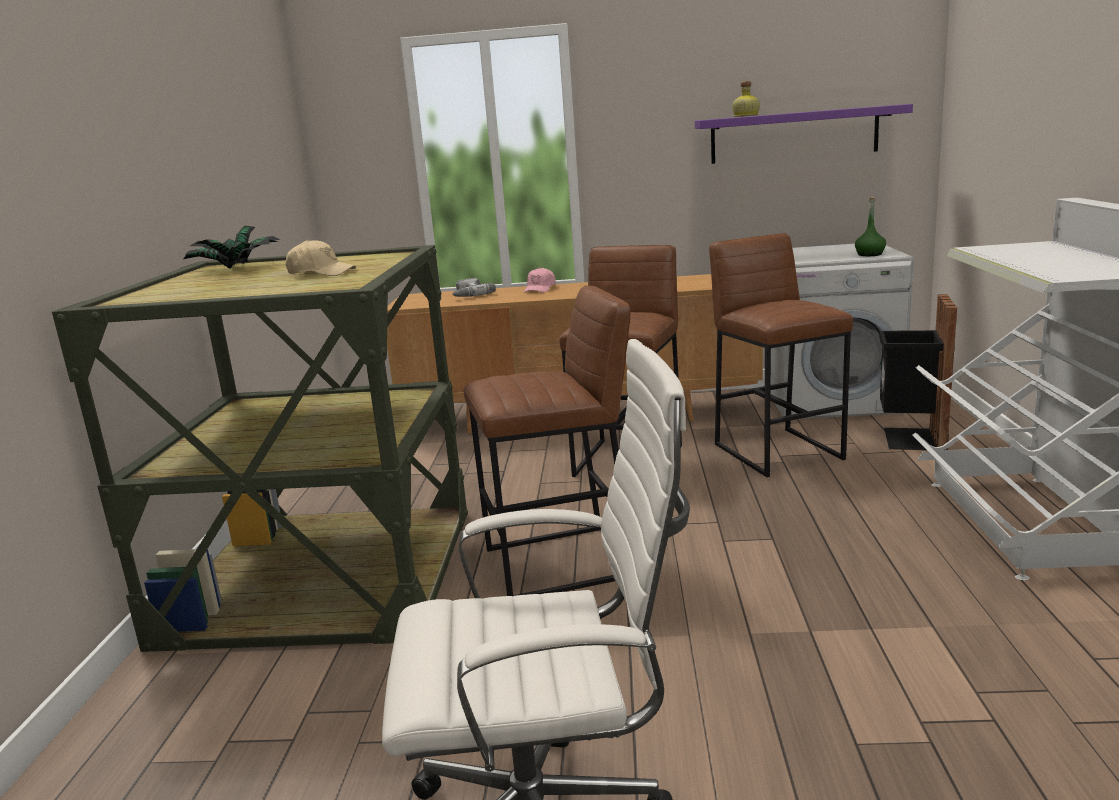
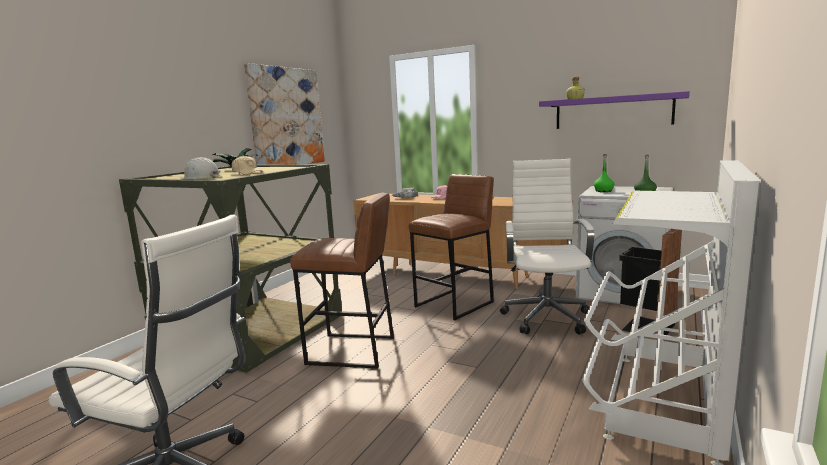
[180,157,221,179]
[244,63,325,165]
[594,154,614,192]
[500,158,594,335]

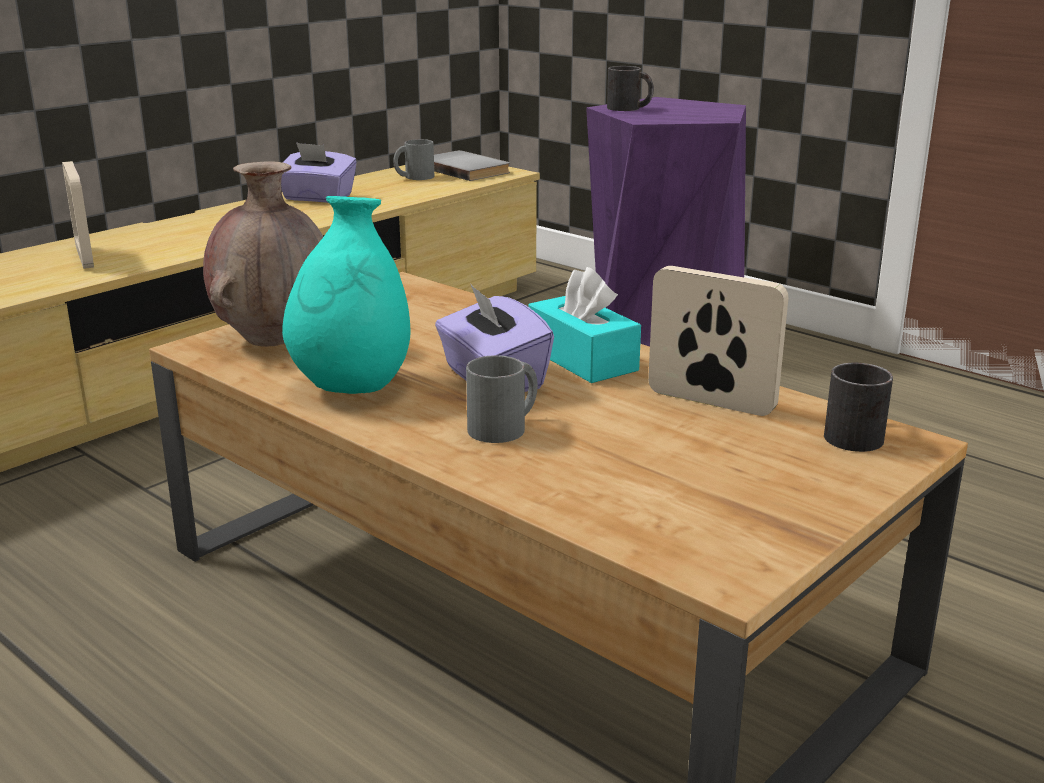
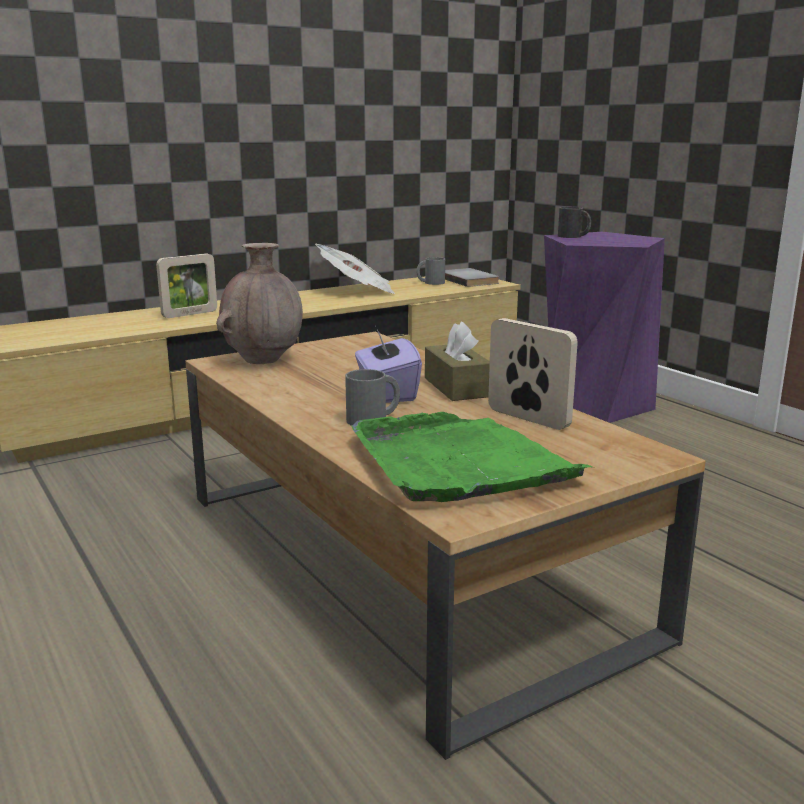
[282,196,410,394] (first image)
[824,363,893,452] (first image)
[351,412,593,502]
[315,244,395,294]
[425,321,490,401]
[156,253,217,318]

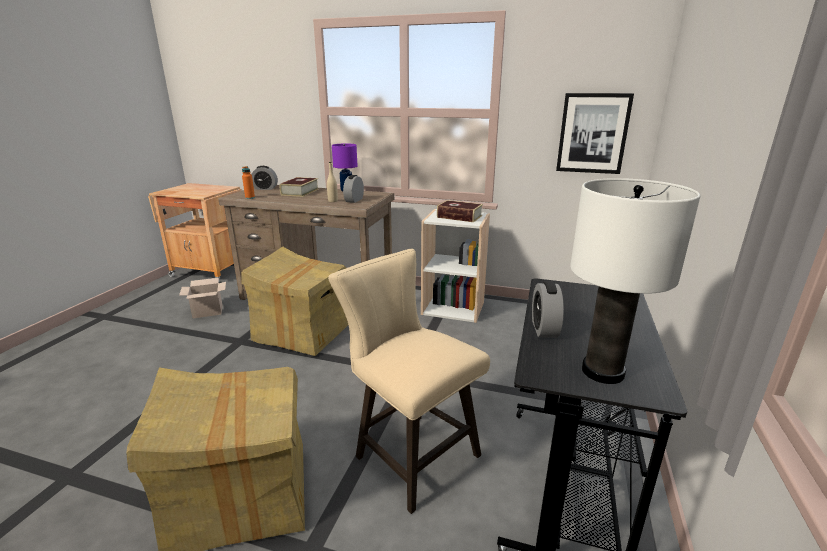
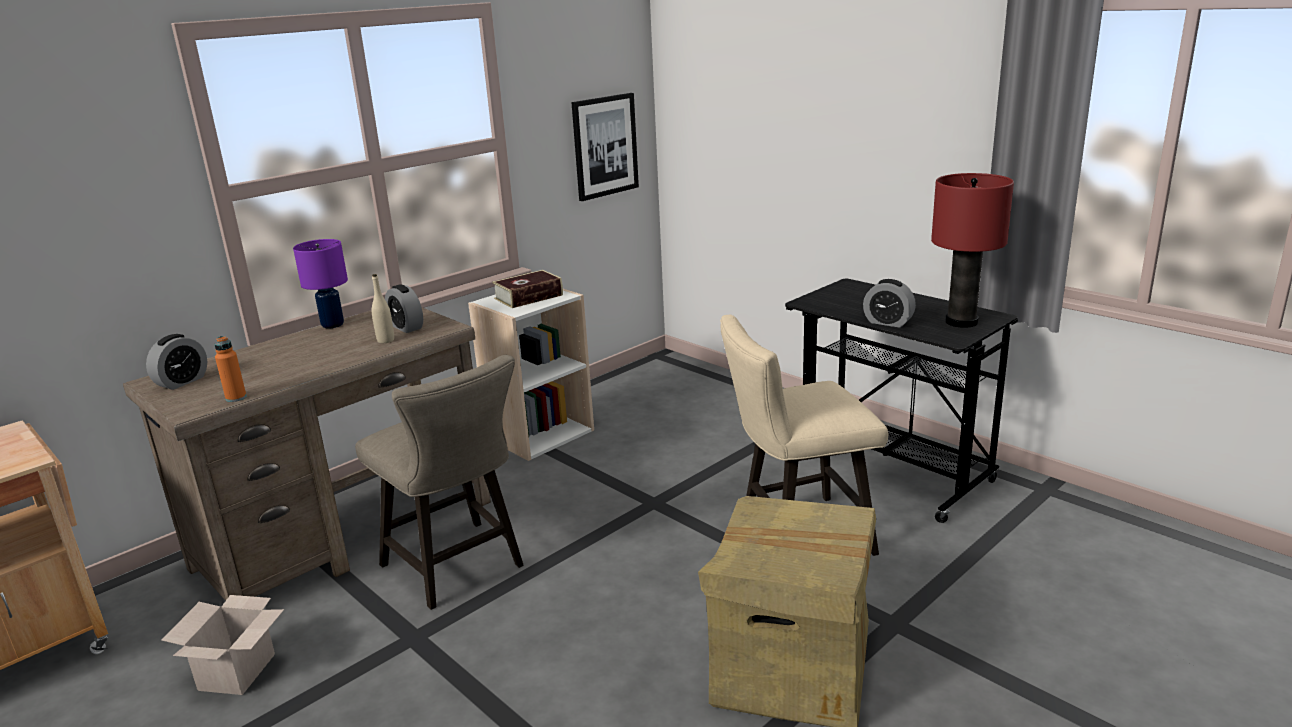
[280,177,319,197] (first image)
[355,355,524,610]
[931,173,1014,328]

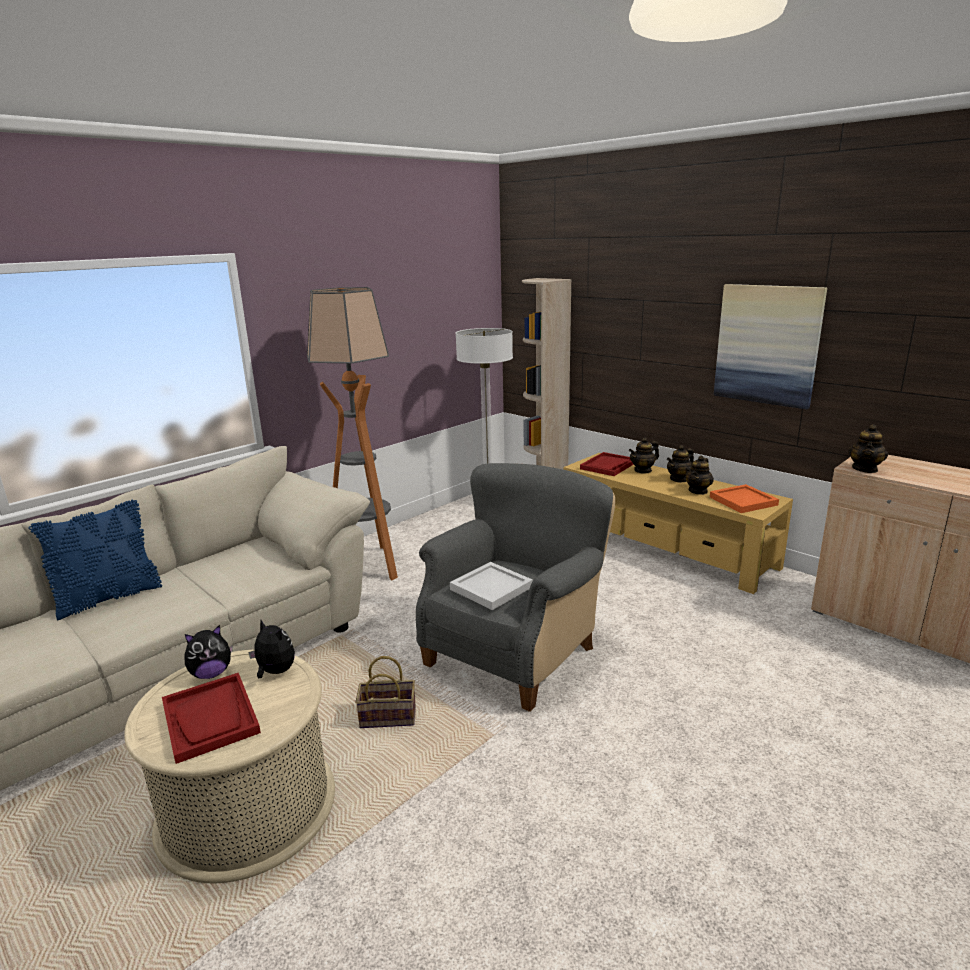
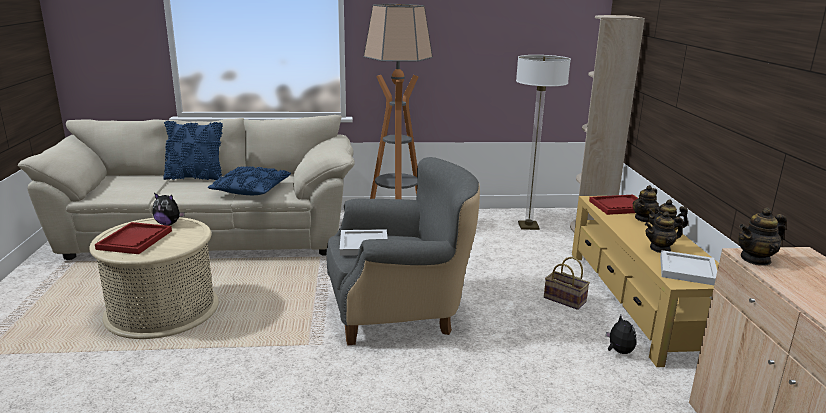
[714,284,827,409] (first image)
[207,166,291,195]
[606,315,636,354]
[544,257,590,310]
[660,250,717,285]
[633,185,659,223]

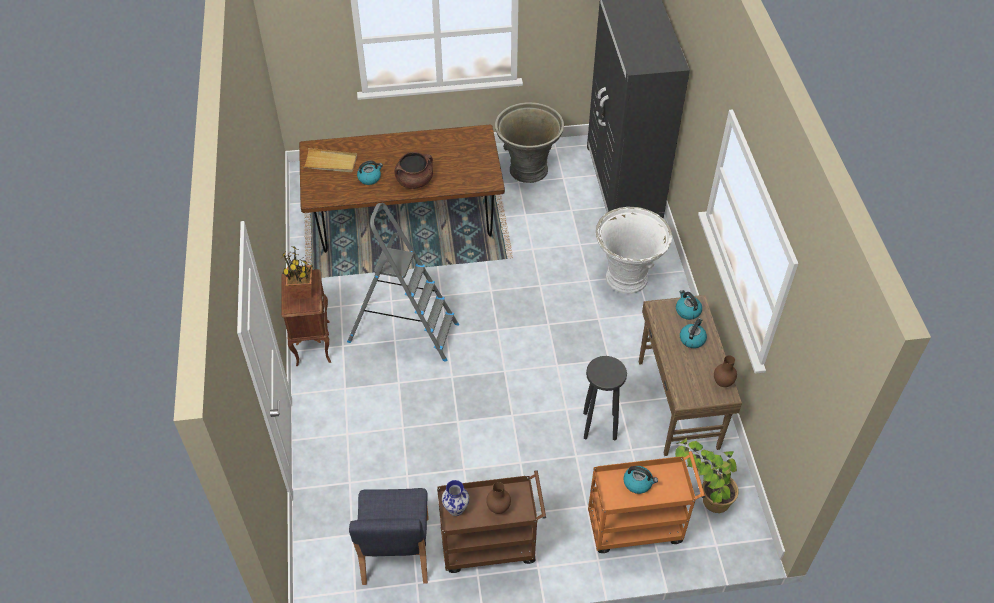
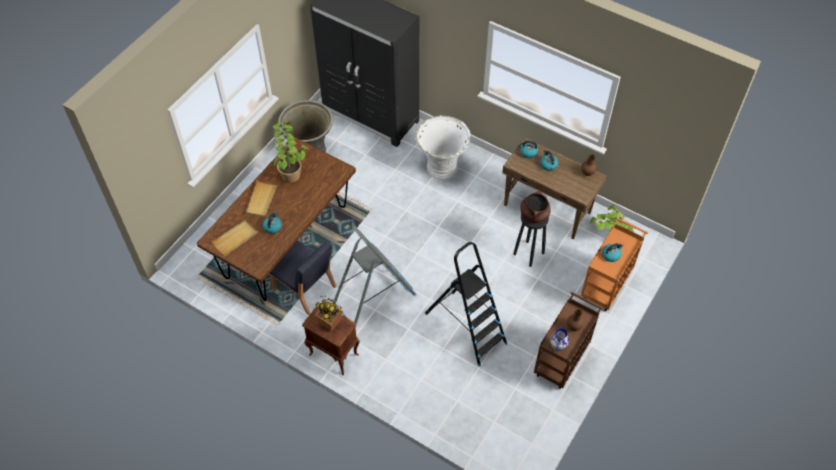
[246,181,278,217]
[272,122,309,183]
[425,242,507,367]
[269,241,336,315]
[520,190,551,223]

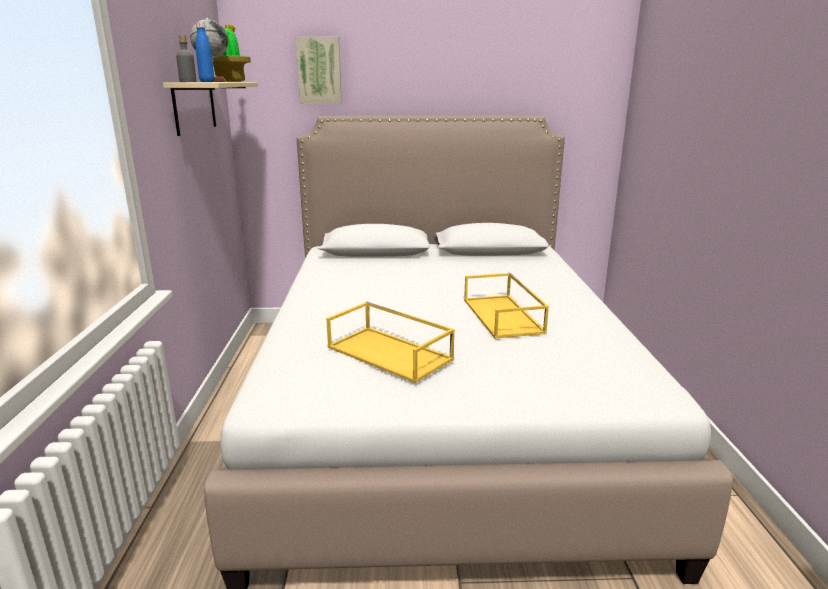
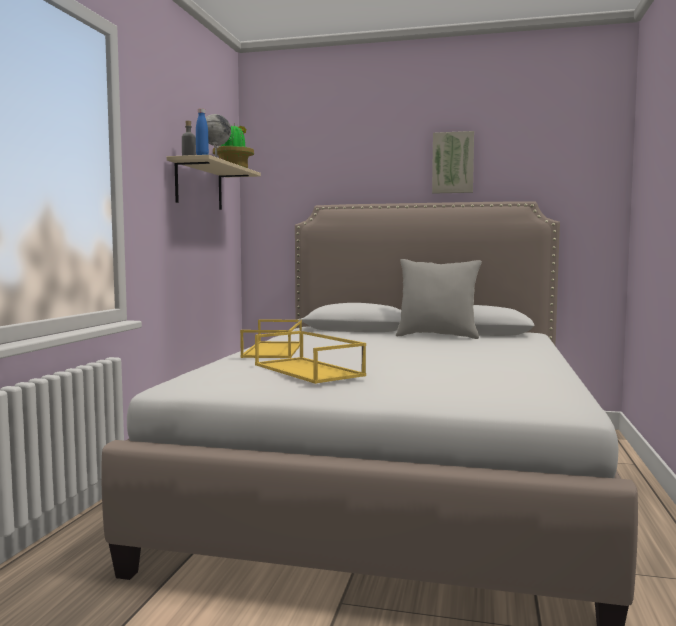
[396,259,482,339]
[432,131,474,194]
[240,319,302,358]

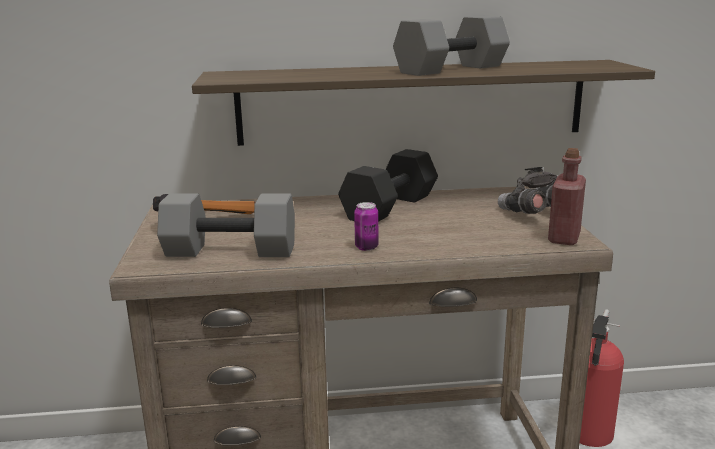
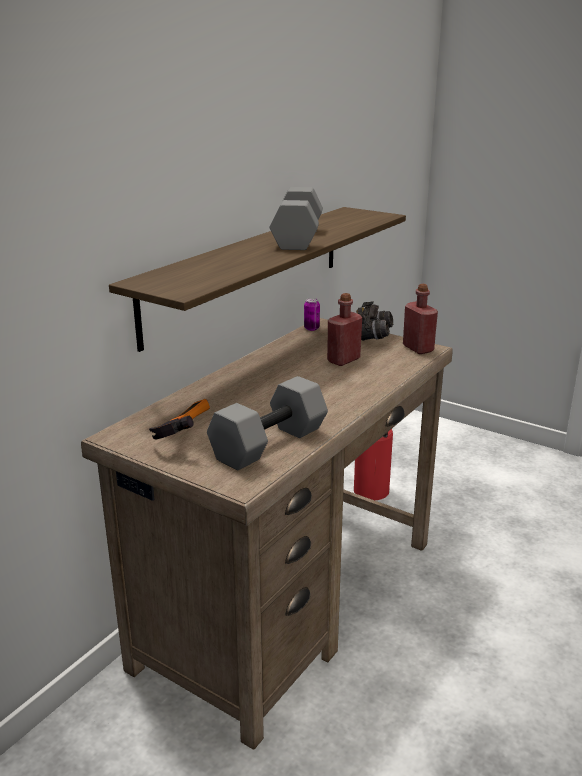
[338,149,438,222] (first image)
[327,293,362,366]
[304,298,320,331]

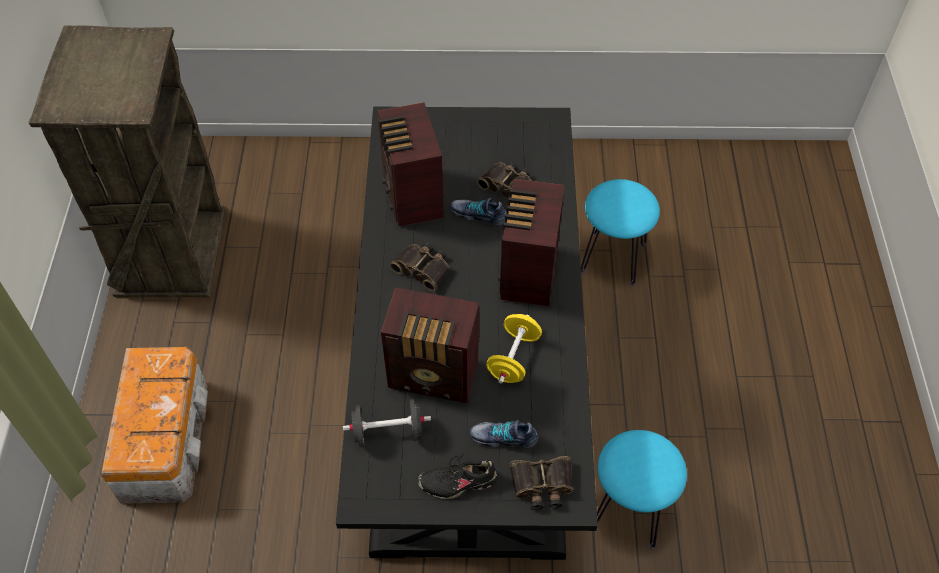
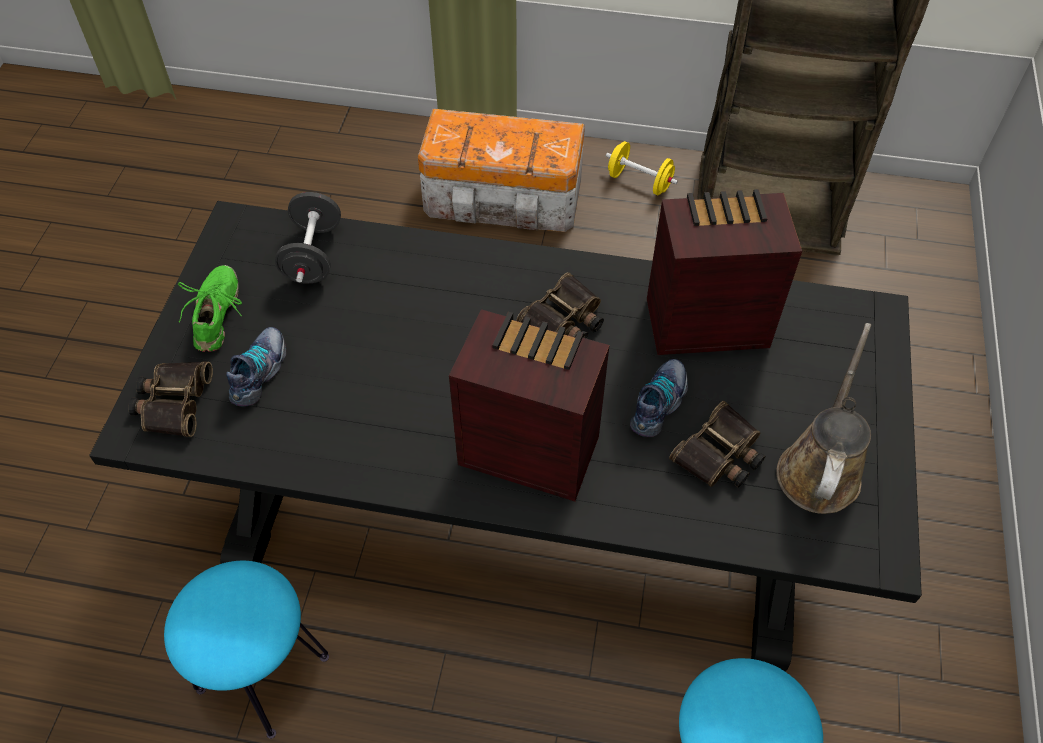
[381,287,479,403] (first image)
[776,323,872,514]
[606,141,678,195]
[178,265,242,352]

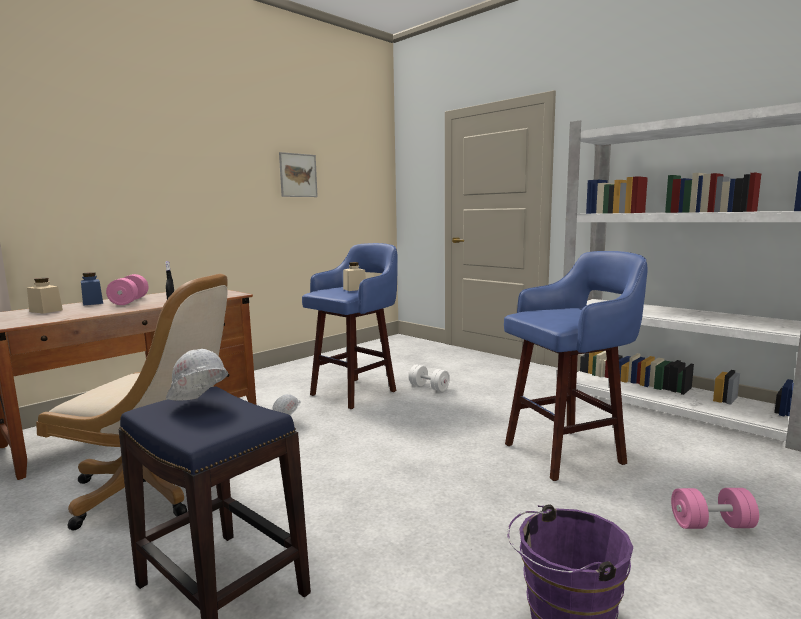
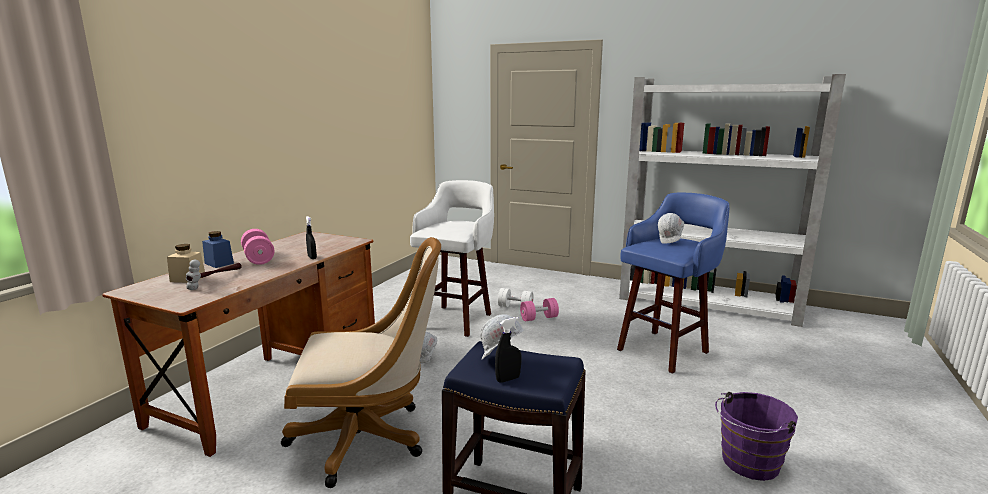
[279,152,318,197] (first image)
[343,262,366,291] (first image)
[186,260,242,290]
[495,317,521,383]
[658,213,684,243]
[520,298,559,321]
[410,180,494,337]

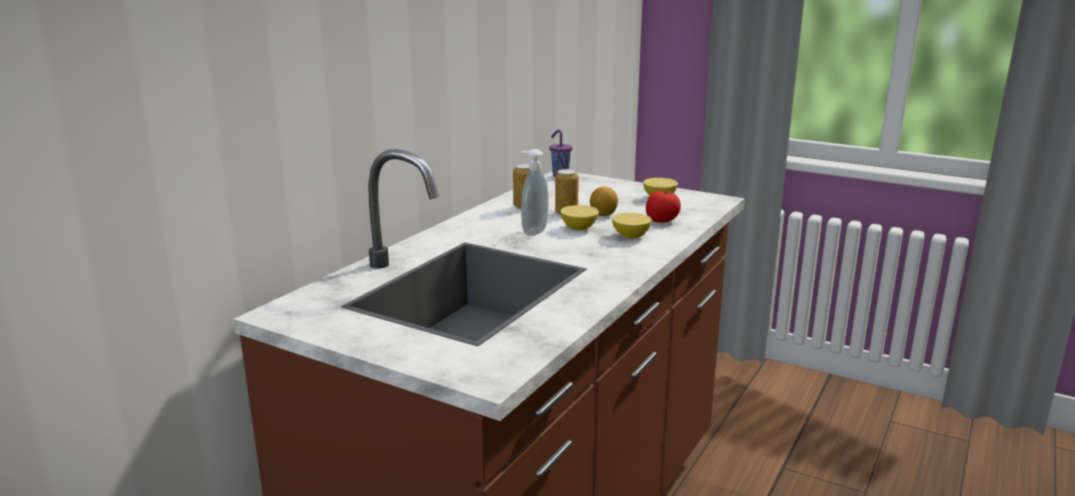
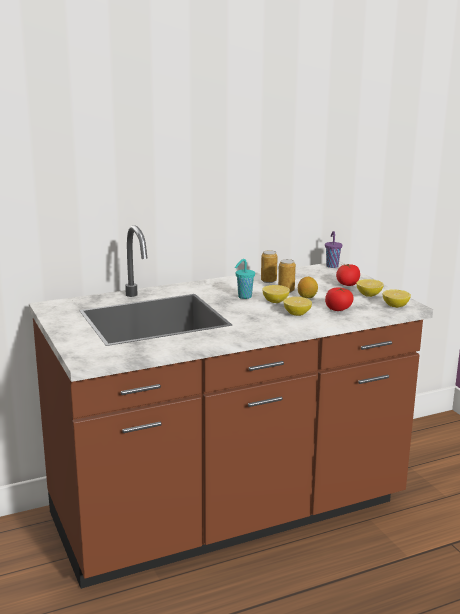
[336,264,360,286]
[383,289,411,308]
[235,259,255,299]

